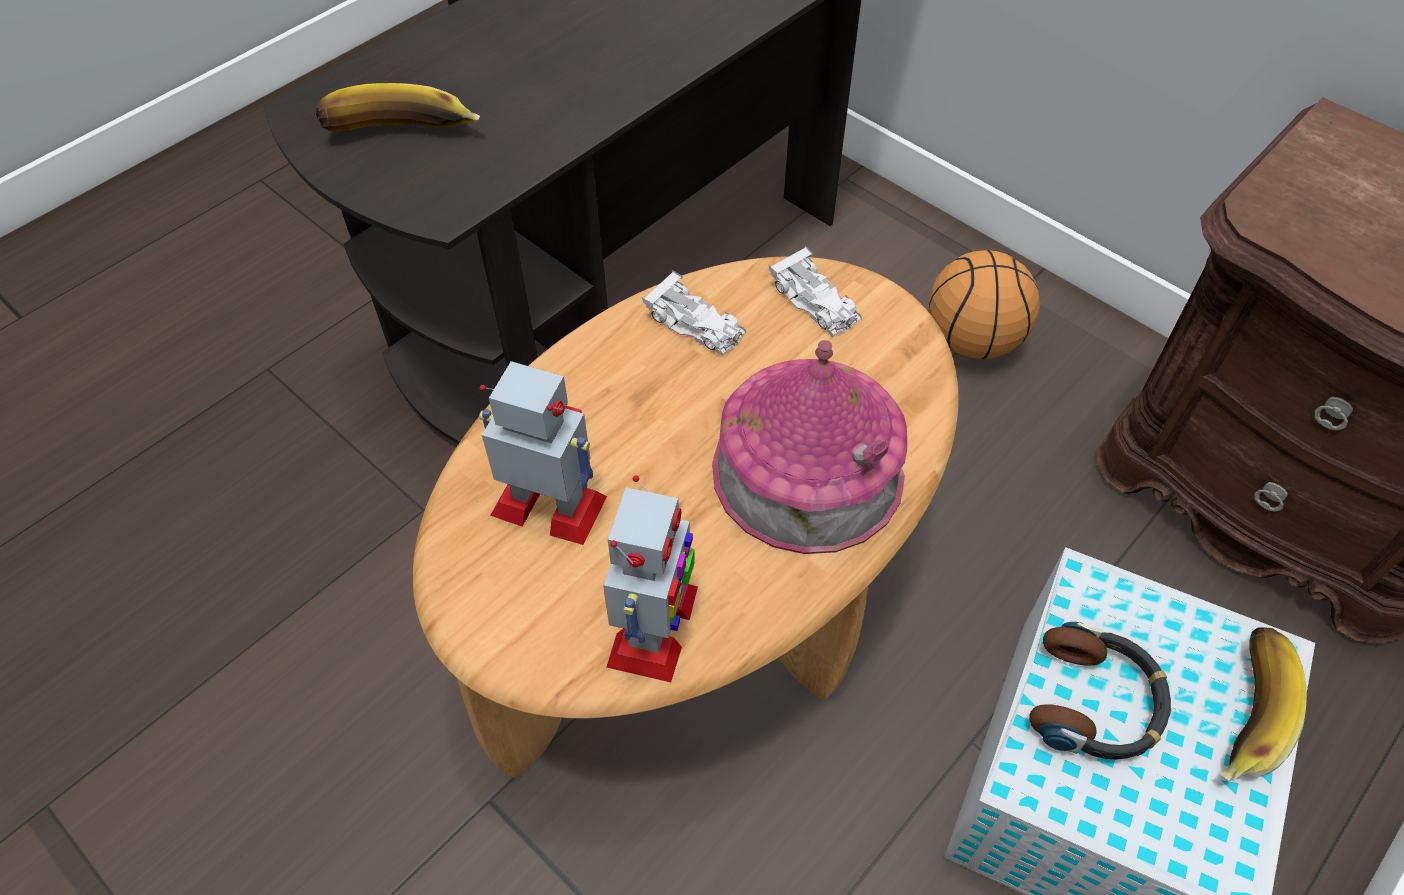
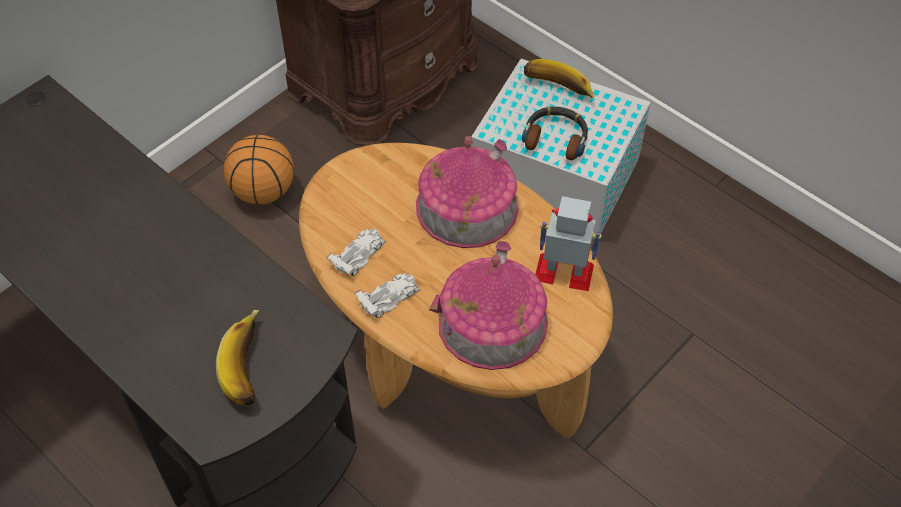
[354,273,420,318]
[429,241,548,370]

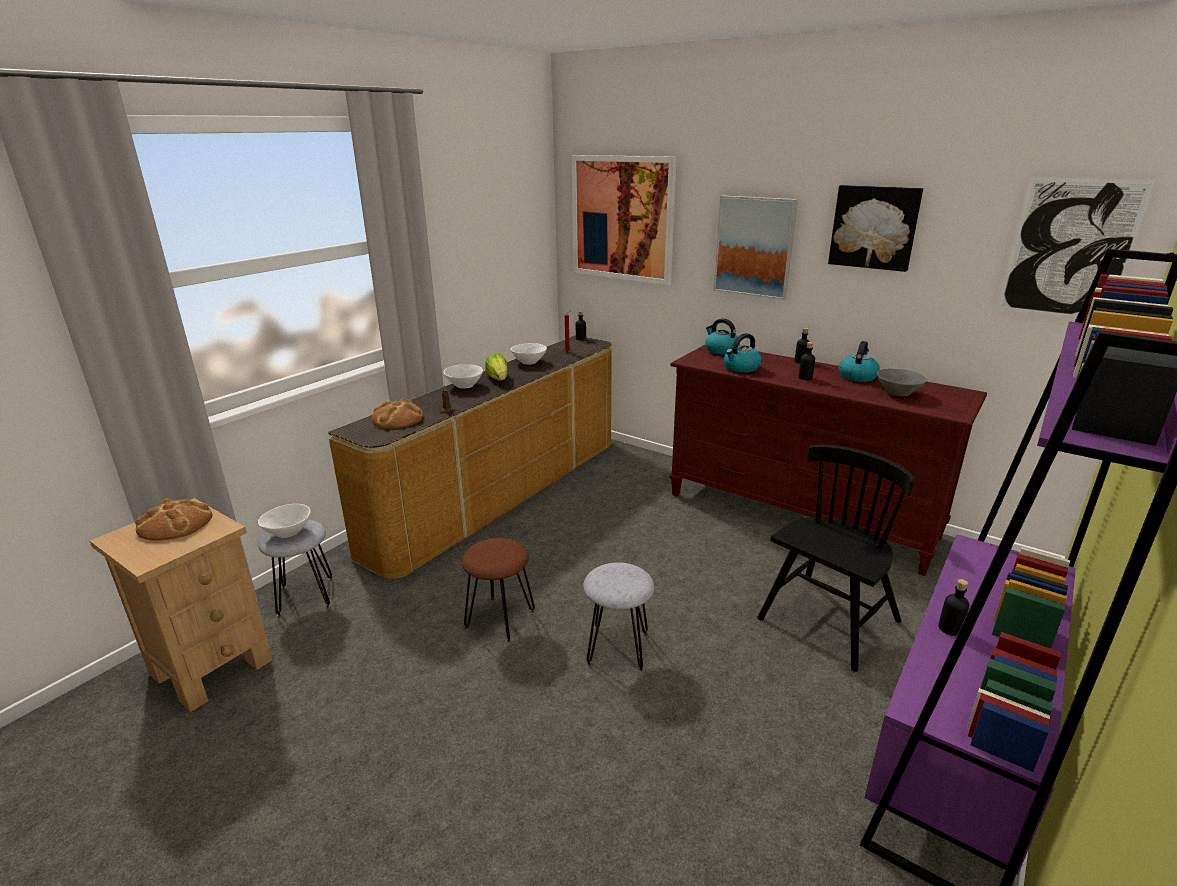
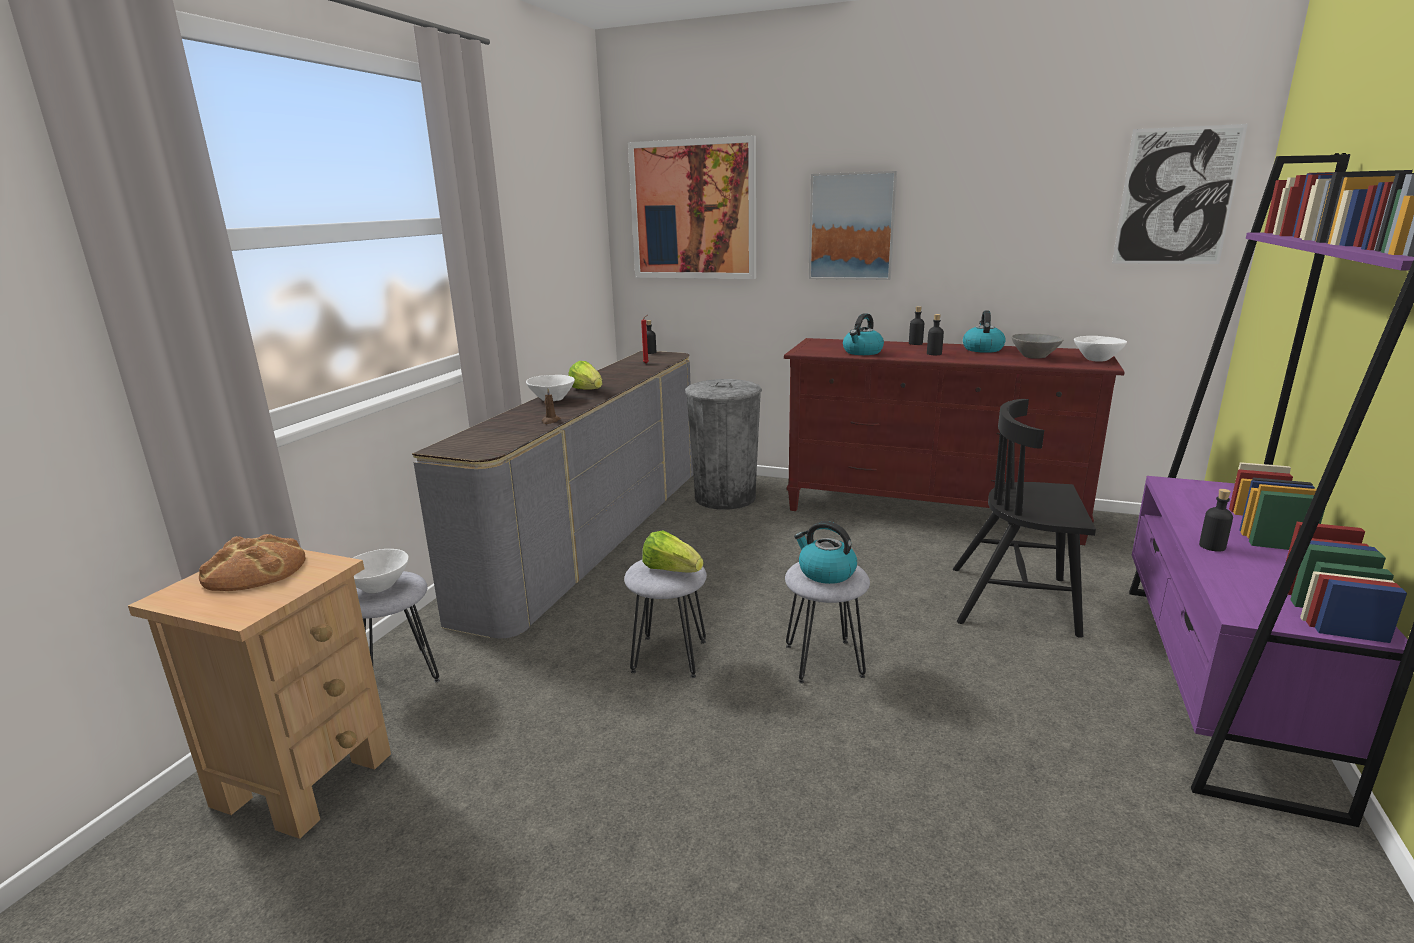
[372,398,423,429] (first image)
[828,185,923,272] (first image)
[643,530,703,573]
[685,379,762,510]
[1074,336,1127,362]
[794,521,857,584]
[412,351,693,639]
[624,559,707,678]
[953,399,1096,638]

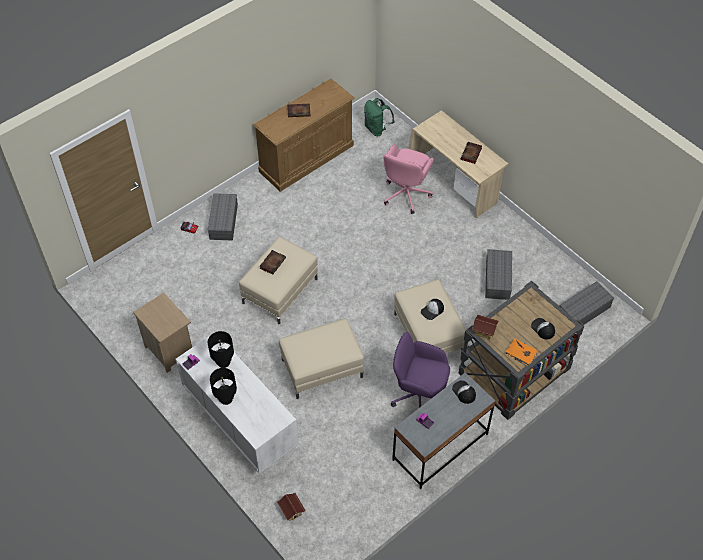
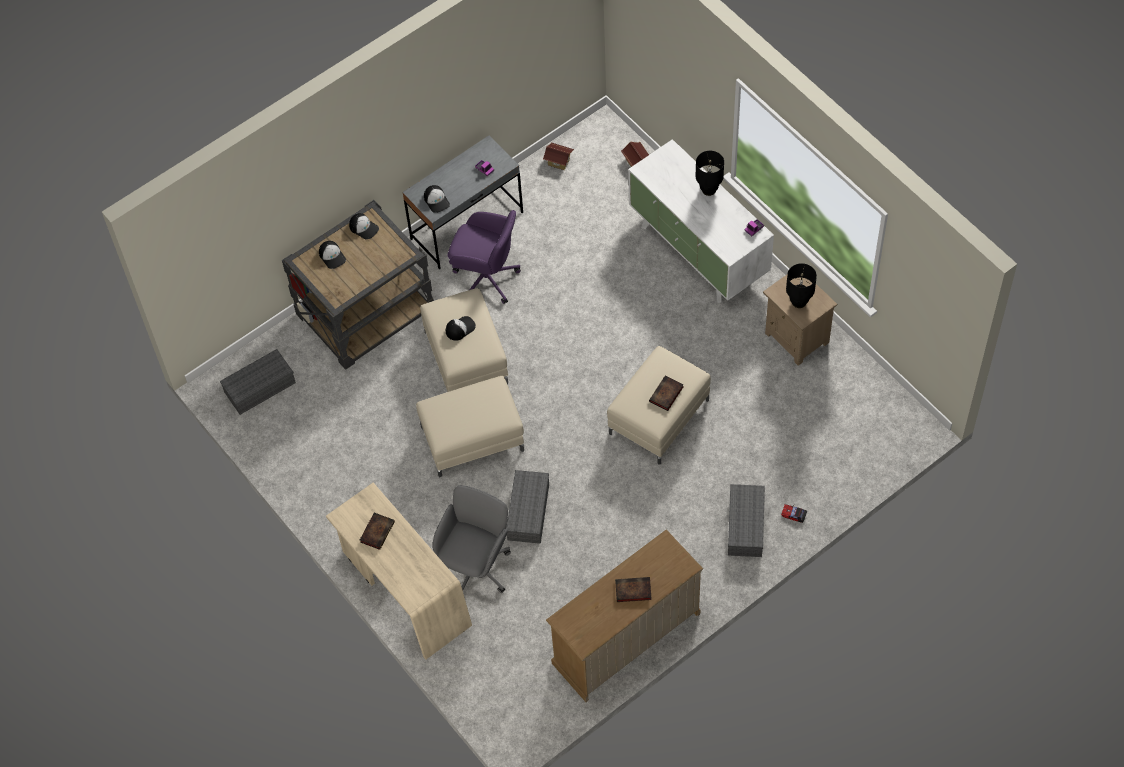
[364,98,395,136] (first image)
[786,263,817,308]
[416,376,524,478]
[543,142,574,170]
[506,470,549,544]
[349,213,379,239]
[433,485,511,593]

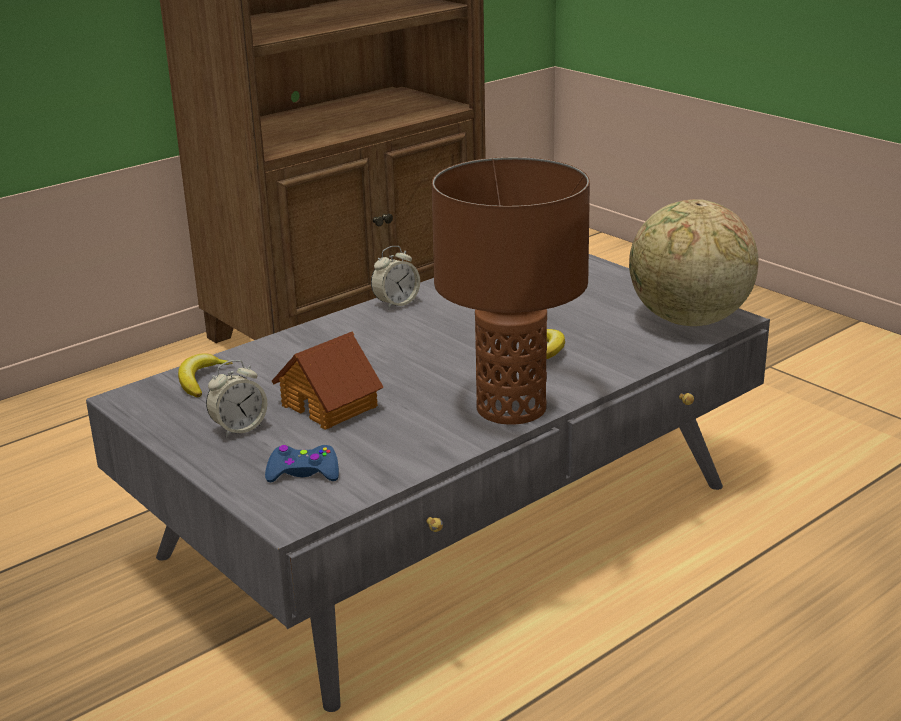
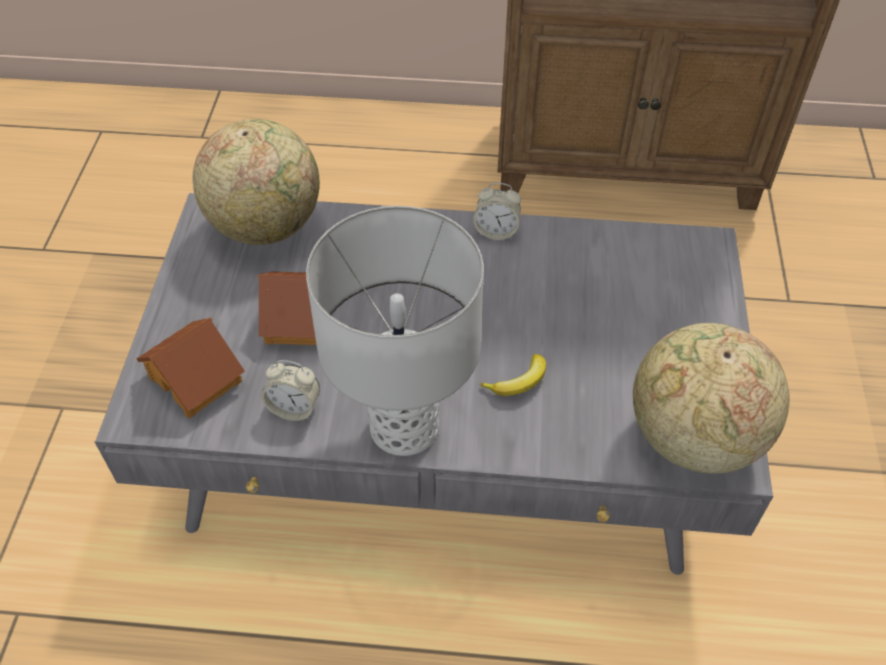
[261,360,320,421]
[193,118,320,245]
[136,317,245,418]
[306,206,484,456]

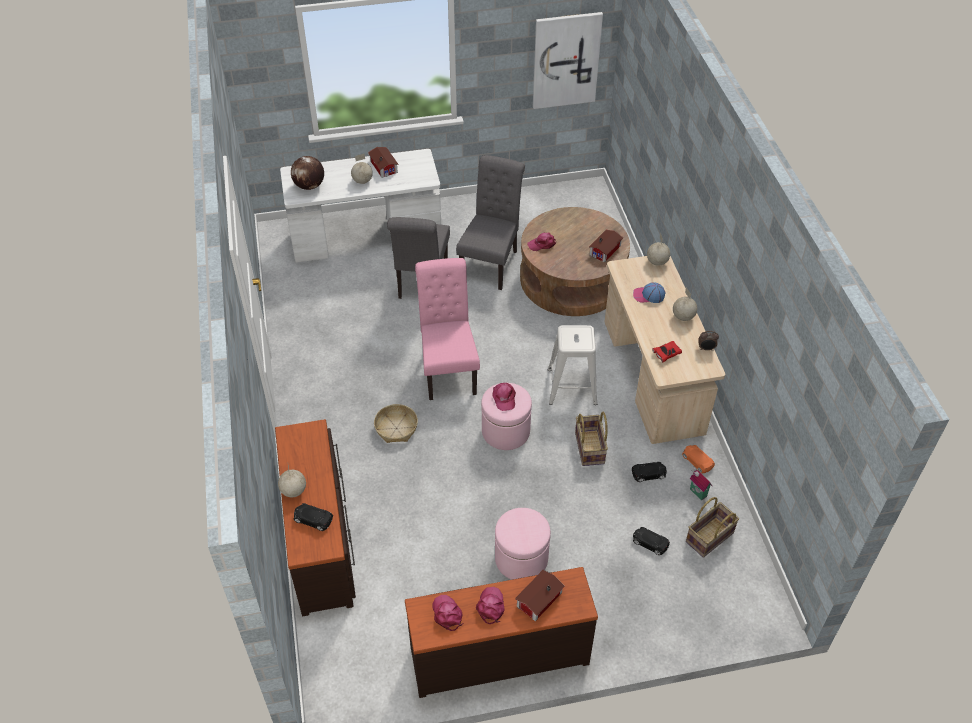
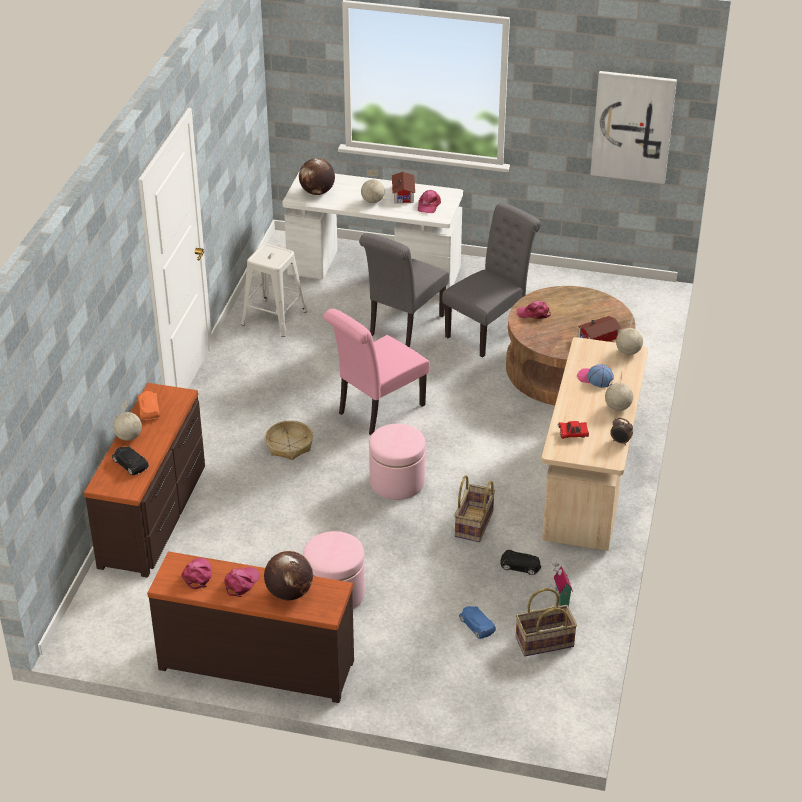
[418,190,441,213]
[241,244,307,337]
[138,391,160,420]
[264,551,313,600]
[459,606,496,639]
[324,309,430,435]

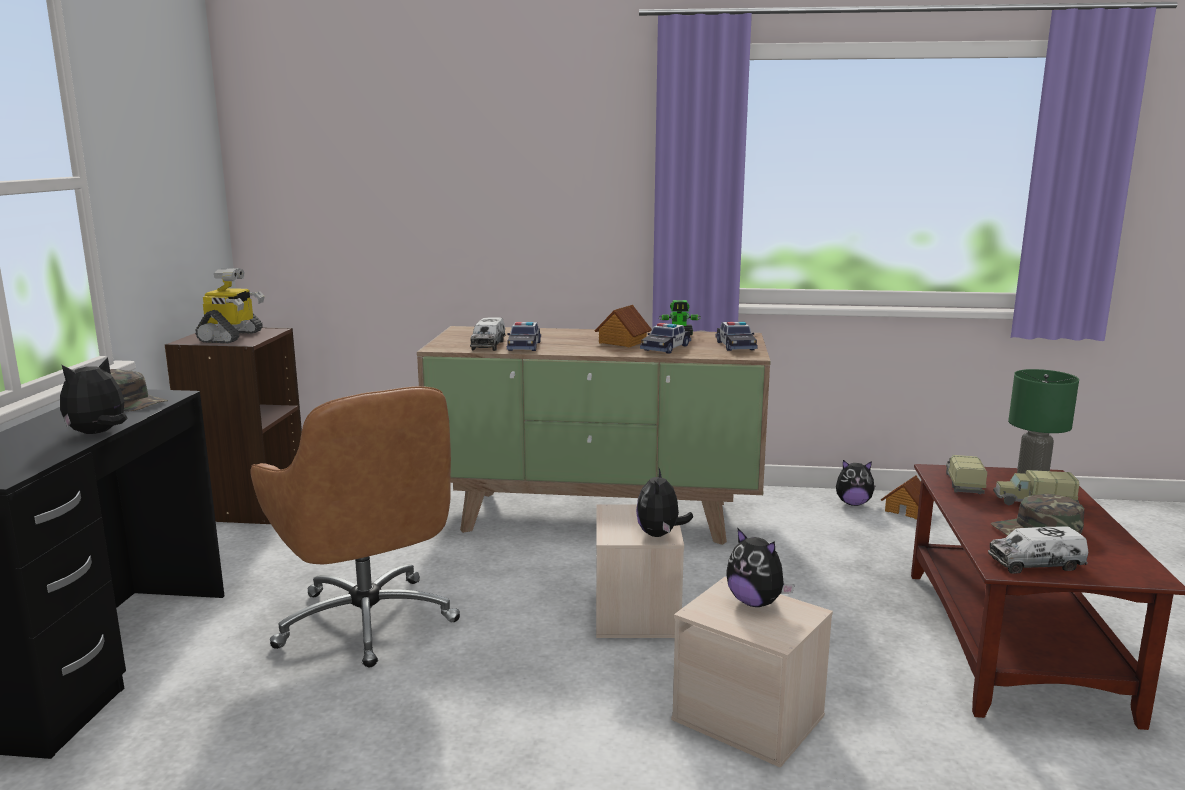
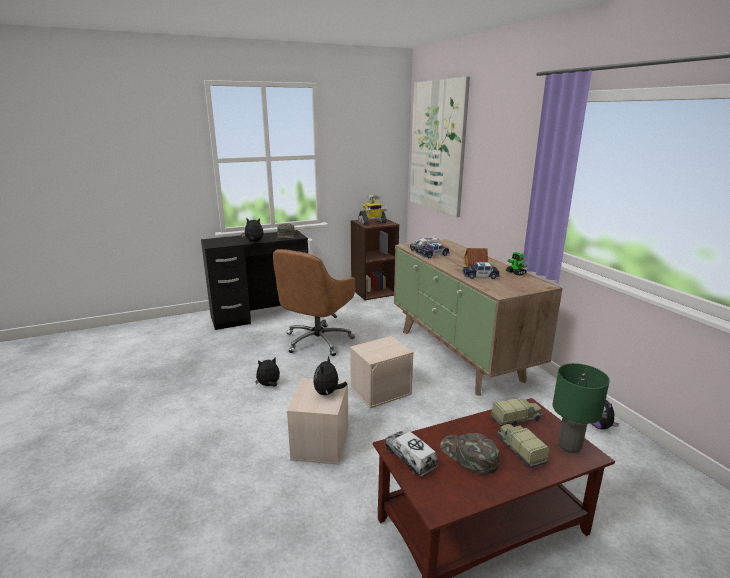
[715,322,758,351] (first image)
[881,476,934,519] (first image)
[410,77,470,217]
[255,358,280,386]

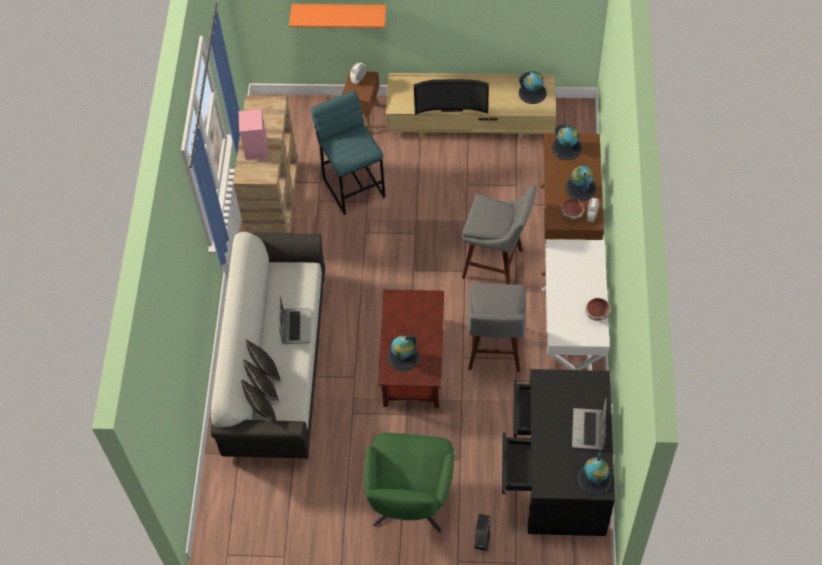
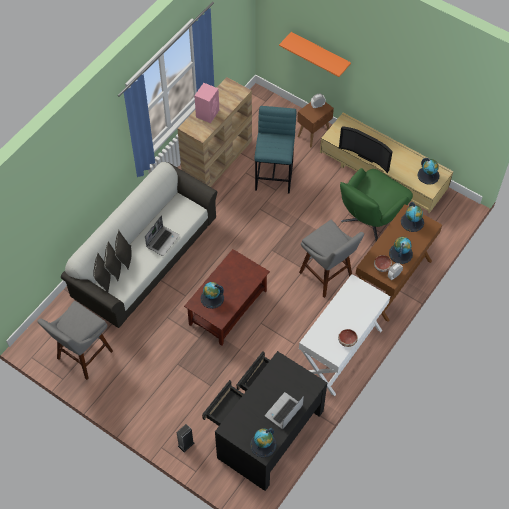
[340,168,413,241]
[37,301,113,380]

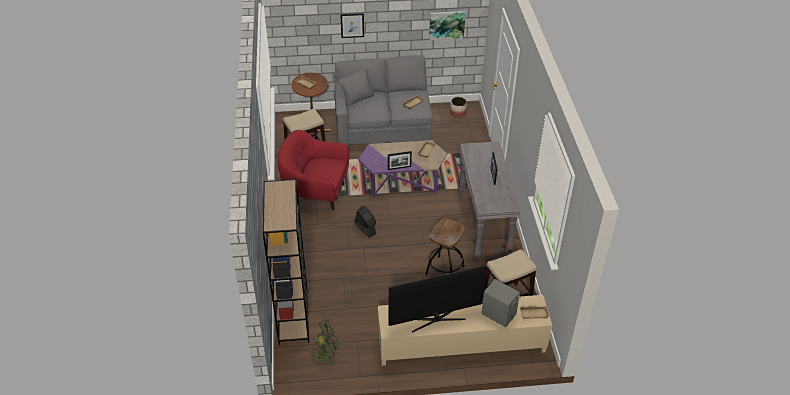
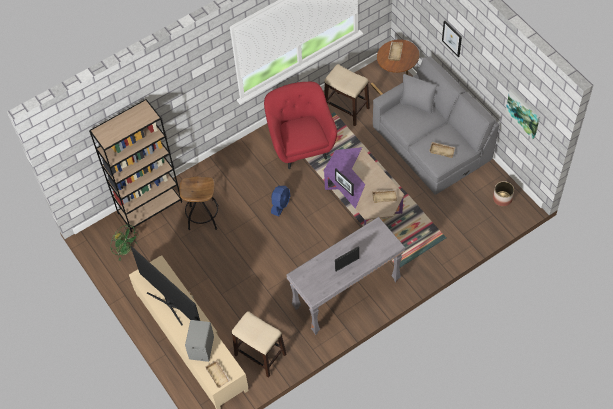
[179,176,218,230]
[271,186,291,216]

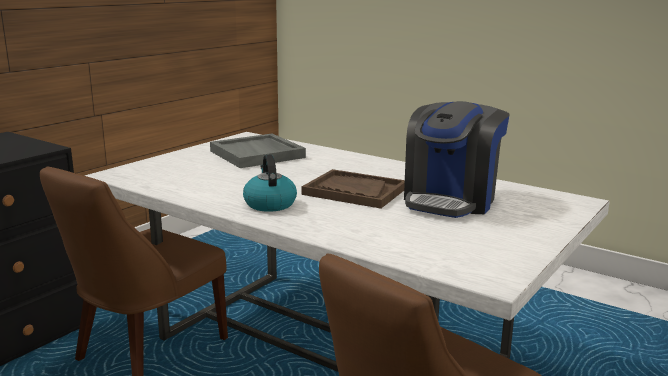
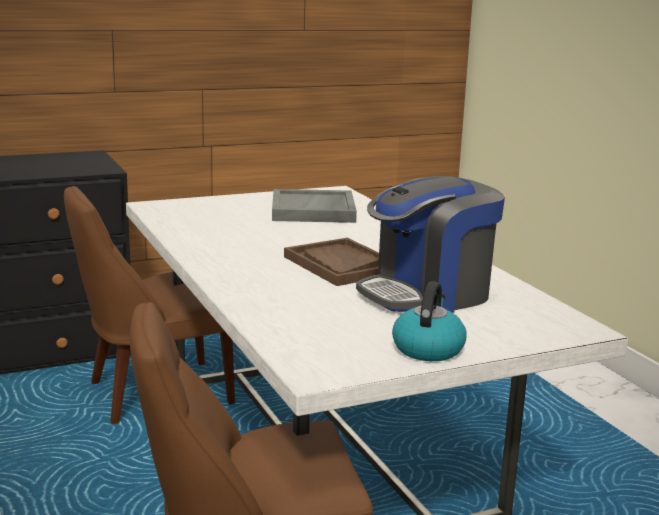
[392,281,467,361]

